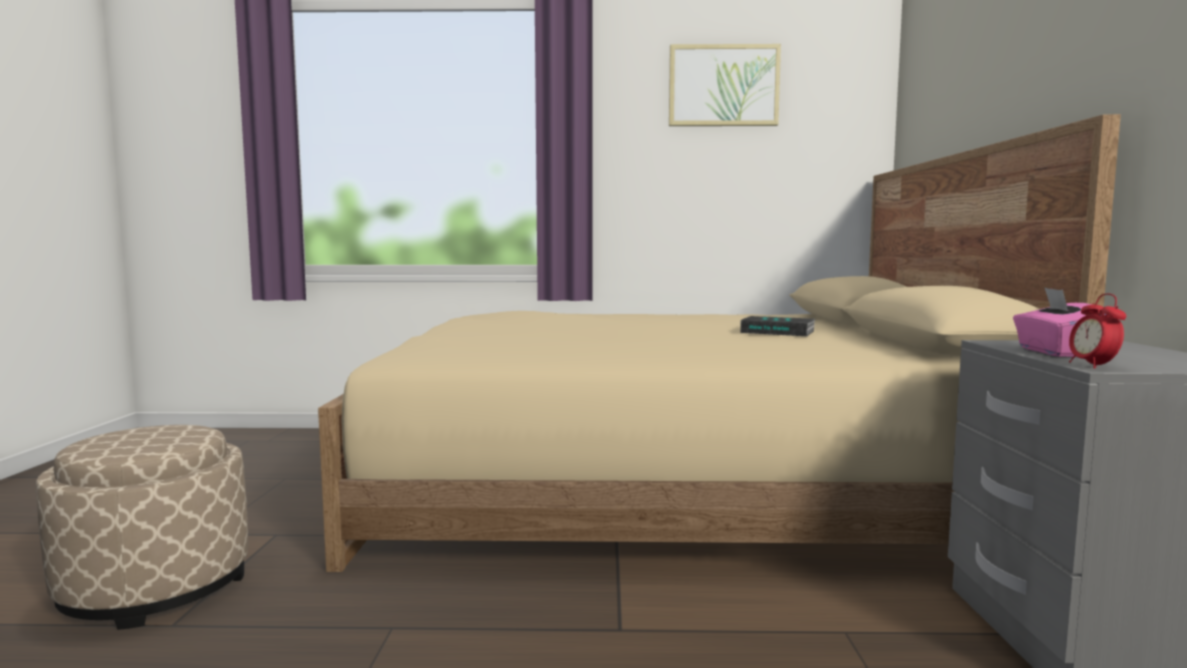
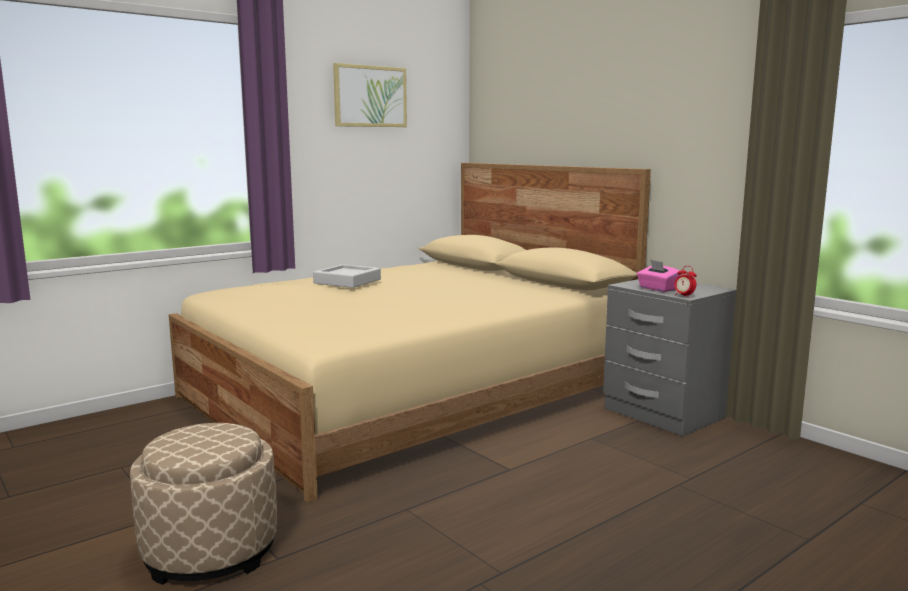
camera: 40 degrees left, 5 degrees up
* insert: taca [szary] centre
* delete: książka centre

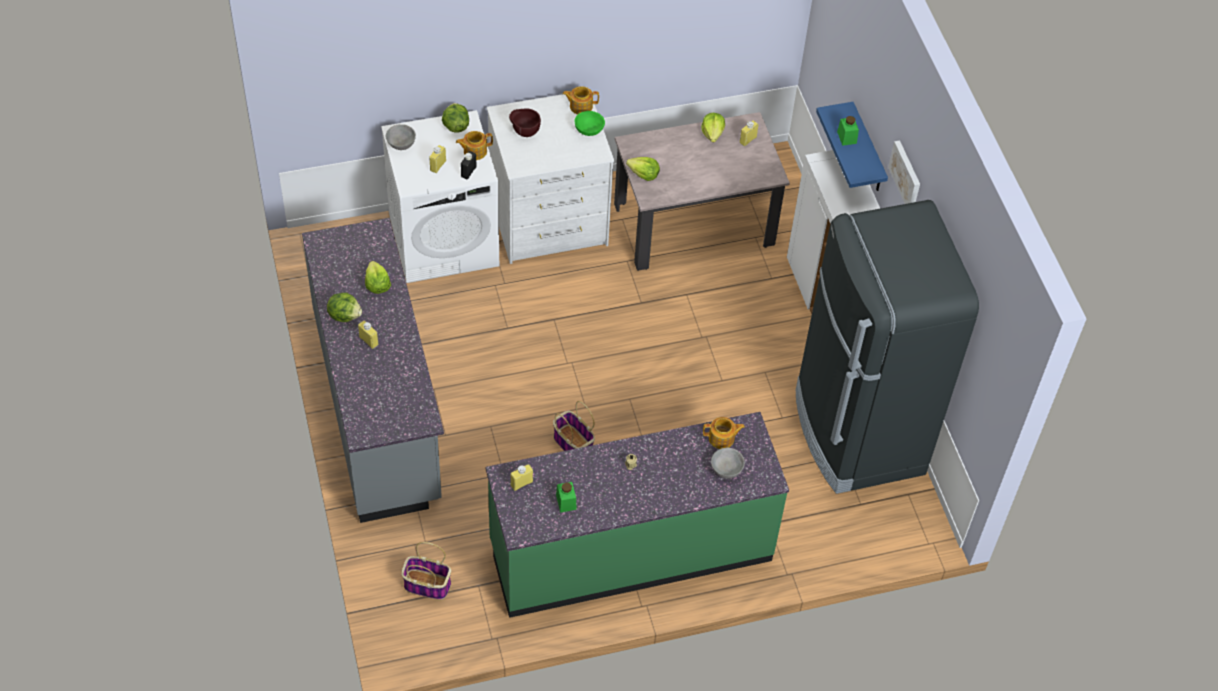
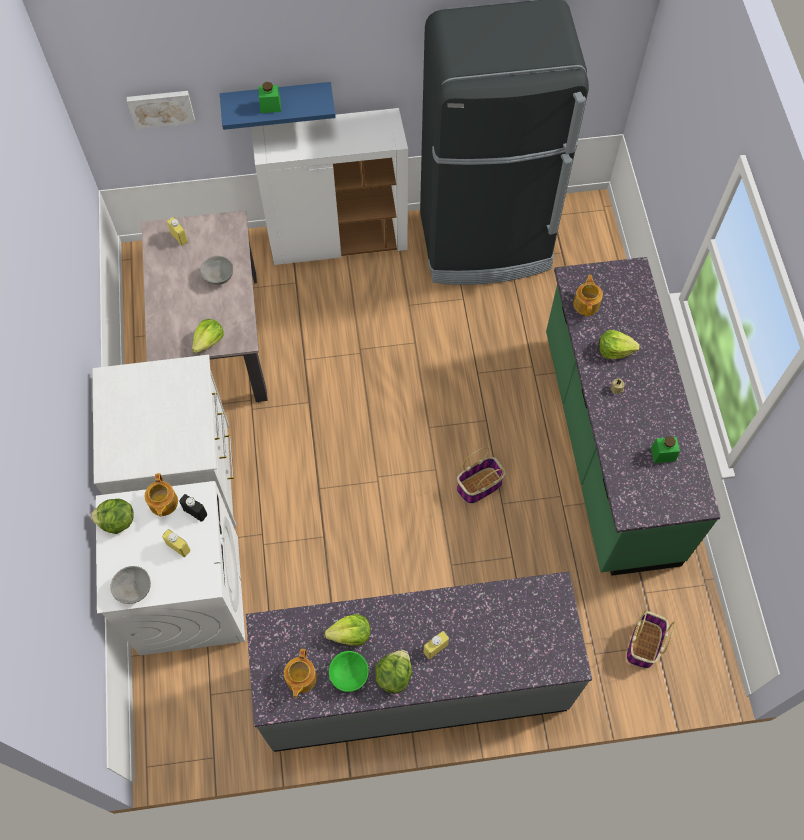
camera: 80 degrees left, 10 degrees up
* move: obraz top right to top left
* move: miska [szary] (2nd from left) bottom centre to top left
* move: imbryk (2nd from left) top centre to bottom centre
* move: miska [zielony] top centre to bottom centre
* move: sałata (5th from left) top centre to middle right
* delete: miska [brązowy] top centre
* delete: butelka [żółty] (3rd from left) bottom centre

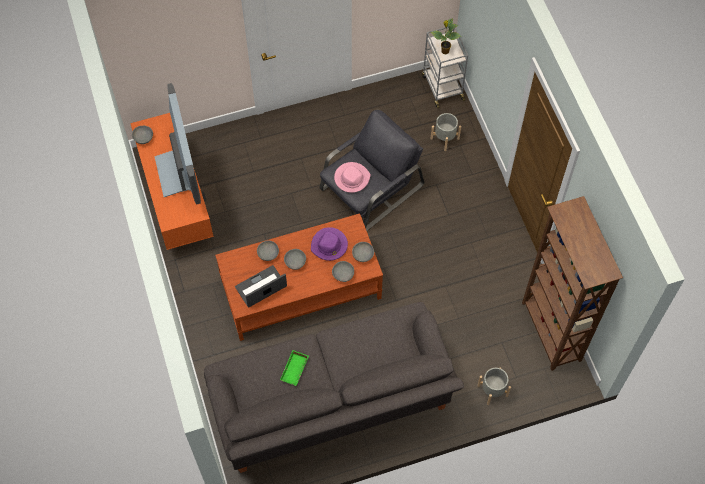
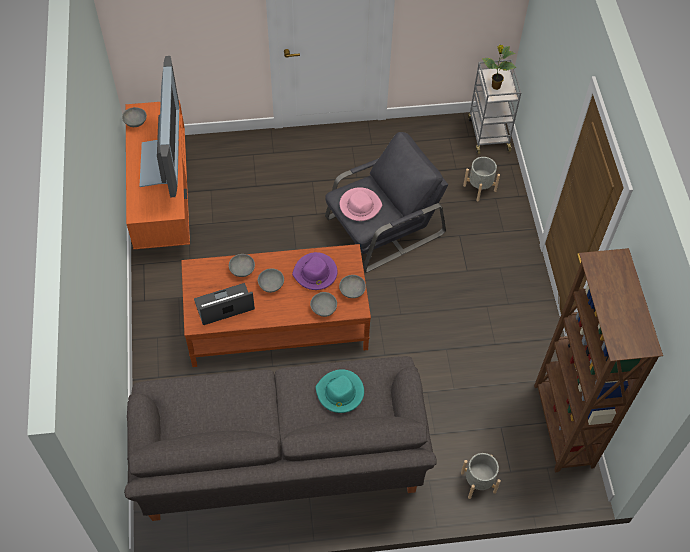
camera: 10 degrees right, 5 degrees down
* insert: kapelusz [turkusowy] bottom centre
* delete: taca [zielony] bottom centre

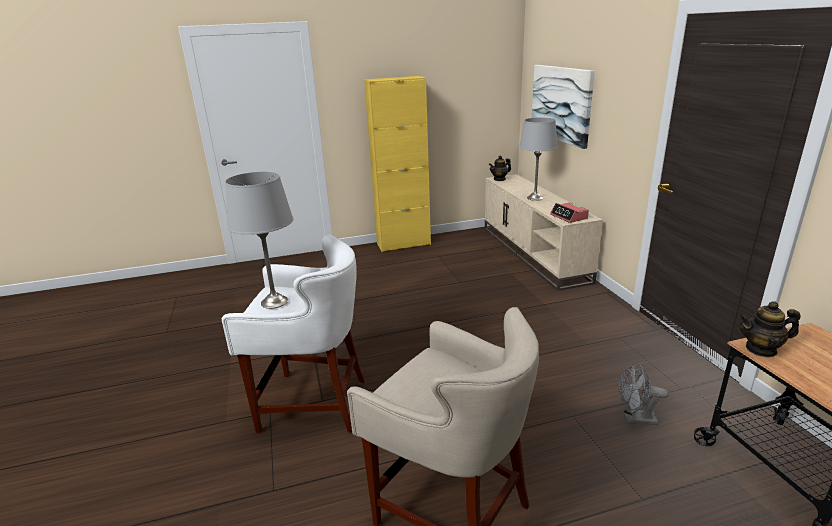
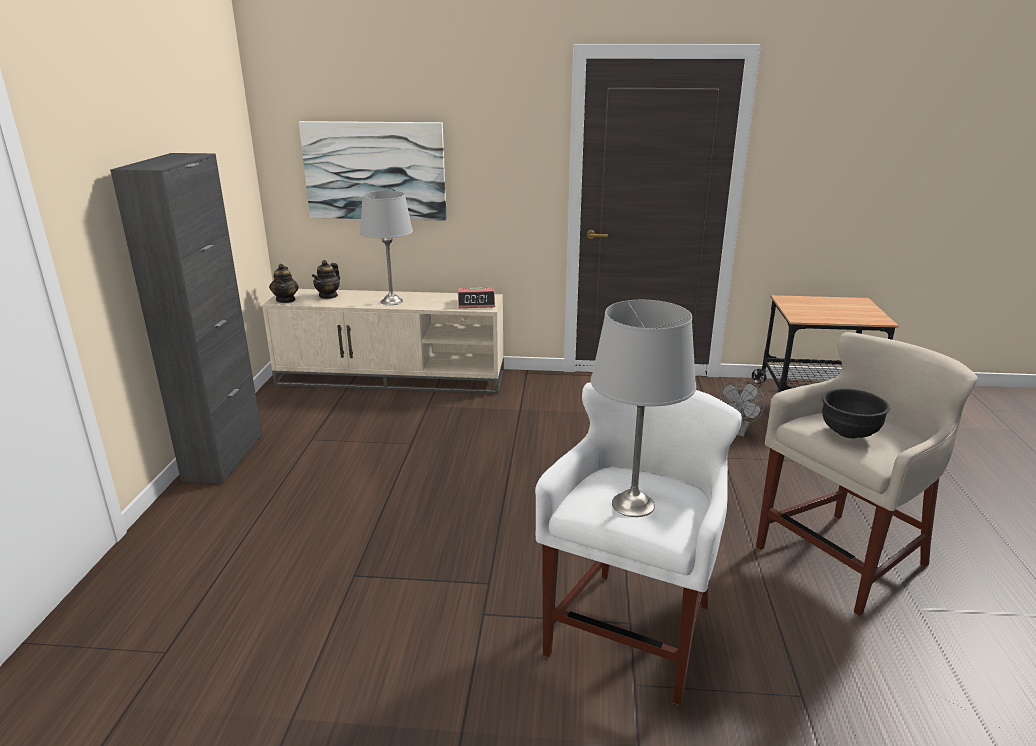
camera: 70 degrees left, 0 degrees up
* recolor: szafka [żółty] top centre to szafka [czarny] middle left
* move: imbryk (2nd from left) middle right to middle left
* insert: miska [czarny] middle right

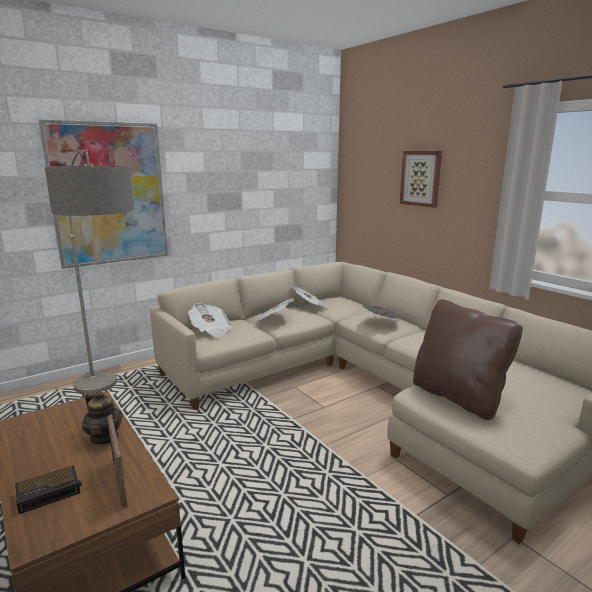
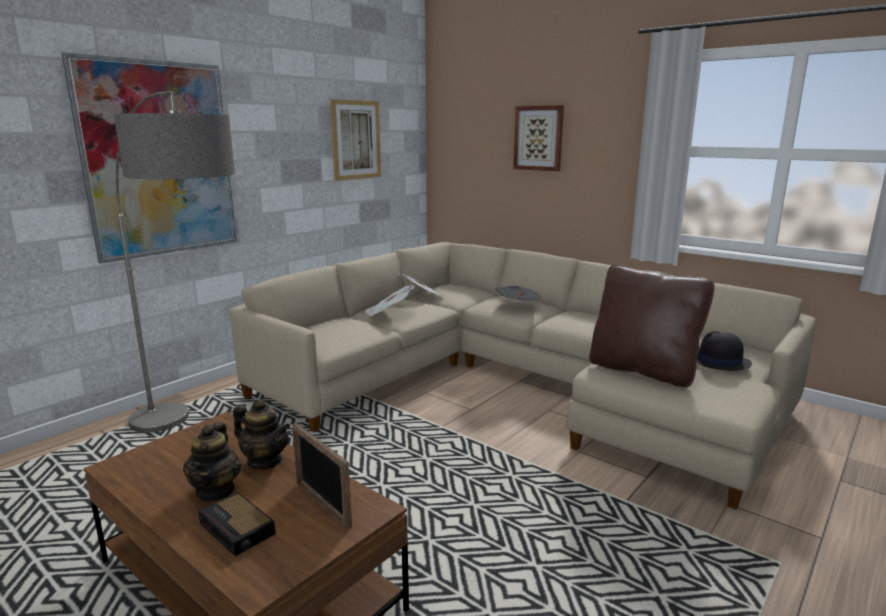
camera: 15 degrees left, 0 degrees up
* insert: imbryk (1st from left) bottom left
* rotate: budzik bottom left = bottom left 90 degrees clockwise
* insert: obraz (2nd from left) top centre
* insert: kapelusz [czarny] middle right
* delete: gazeta (1st from left) centre

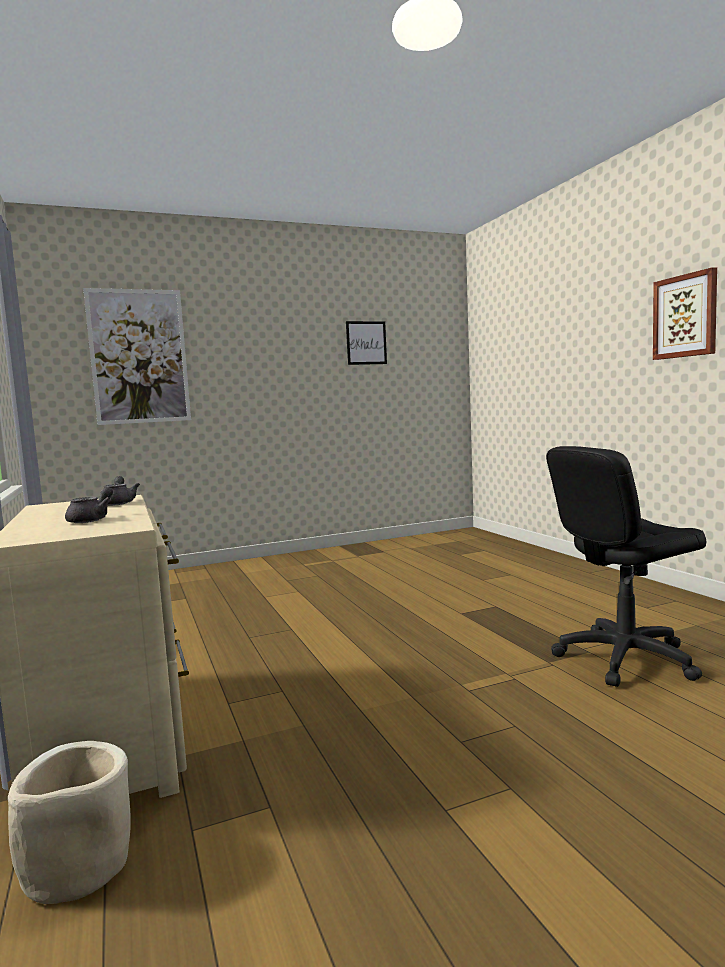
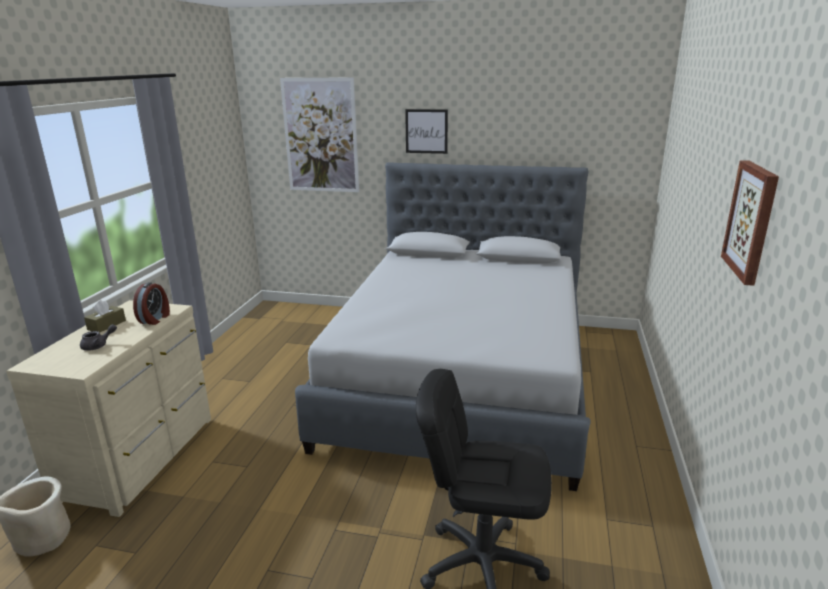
camera: 35 degrees right, 15 degrees up
* insert: pudełko chusteczek [brązowy] middle left
* replace: imbryk [szary] (2nd from left) middle left to budzik middle left
* insert: łóżko [szary] centre
* move: obraz (2nd from left) centre to top centre

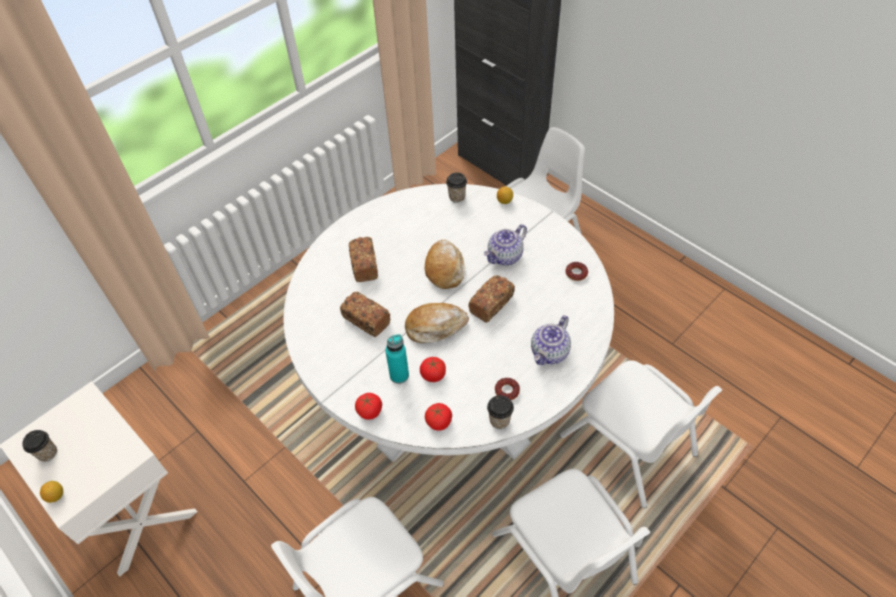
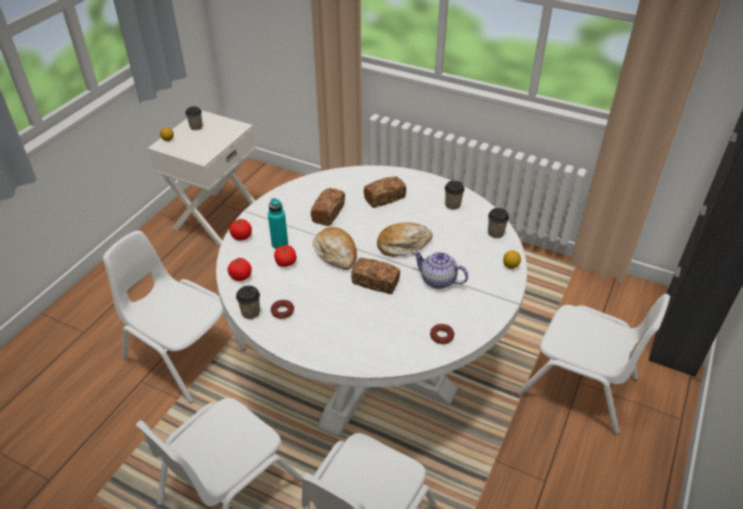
camera: 70 degrees right, 10 degrees down
* insert: filiżanka (3rd from left) centre
* delete: imbryk (2nd from left) centre

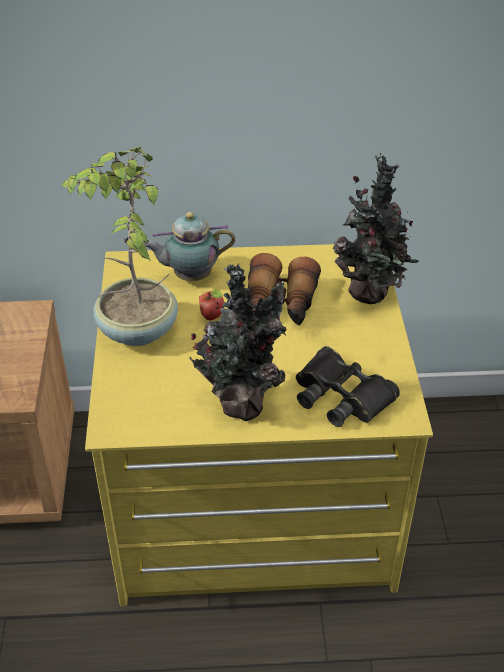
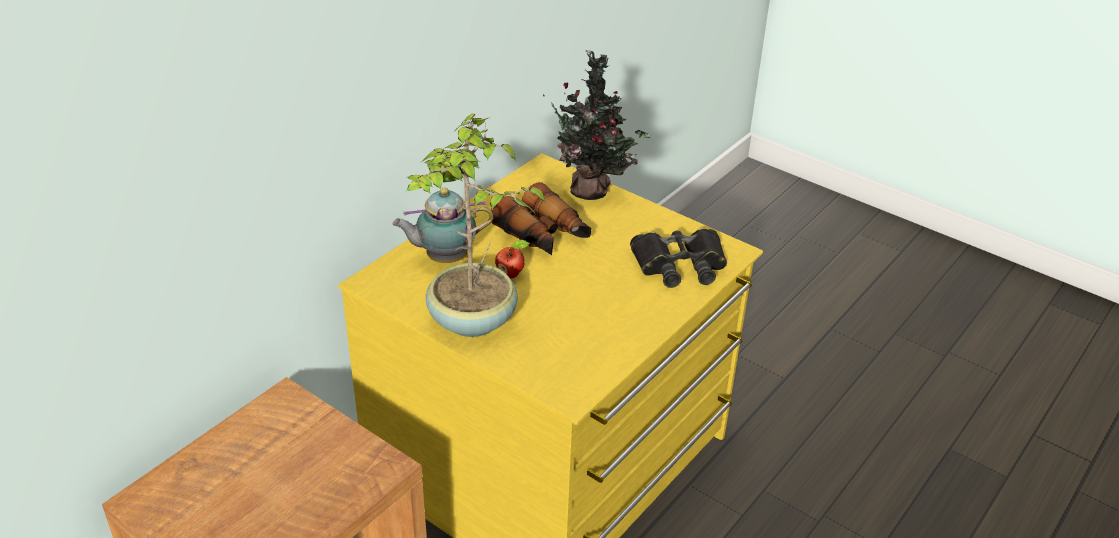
camera: 50 degrees left, 5 degrees down
* rotate: imbryk centre = centre 45 degrees clockwise
* delete: roślina doniczkowa (2nd from left) centre

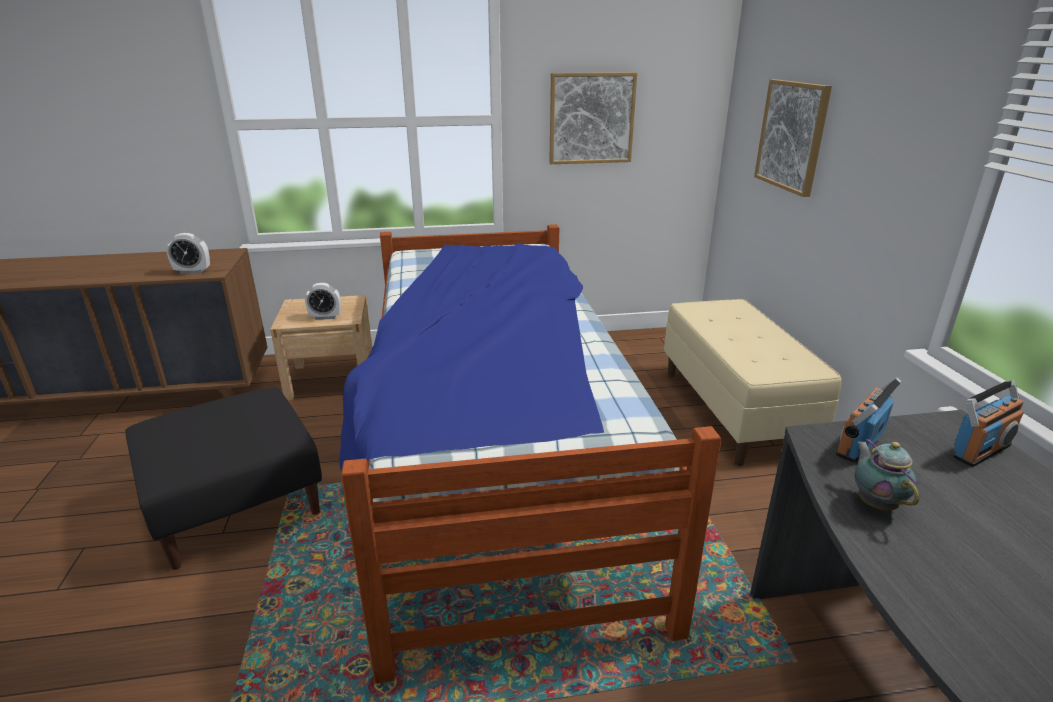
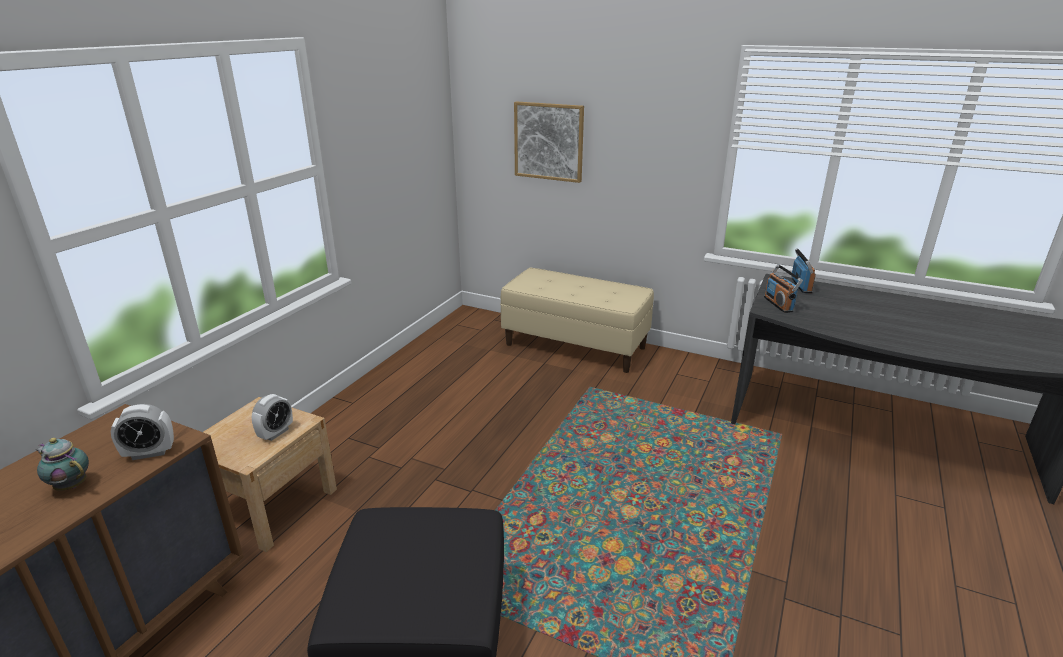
camera: 55 degrees left, 0 degrees up
* move: imbryk bottom right to bottom left
* rotate: budzik (1st from left) middle left = middle left 45 degrees clockwise
* delete: łóżko centre
* delete: obraz (1st from left) top centre

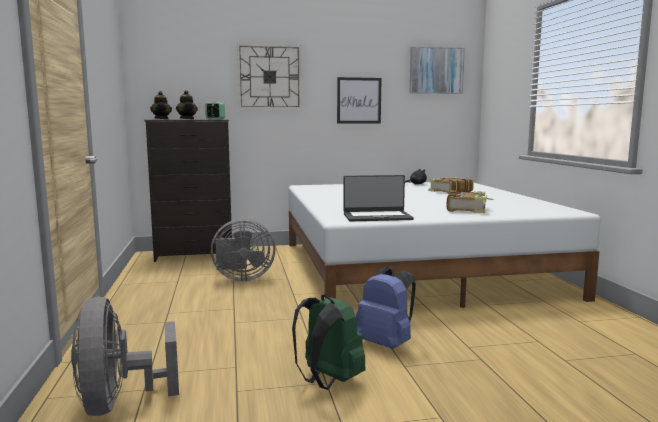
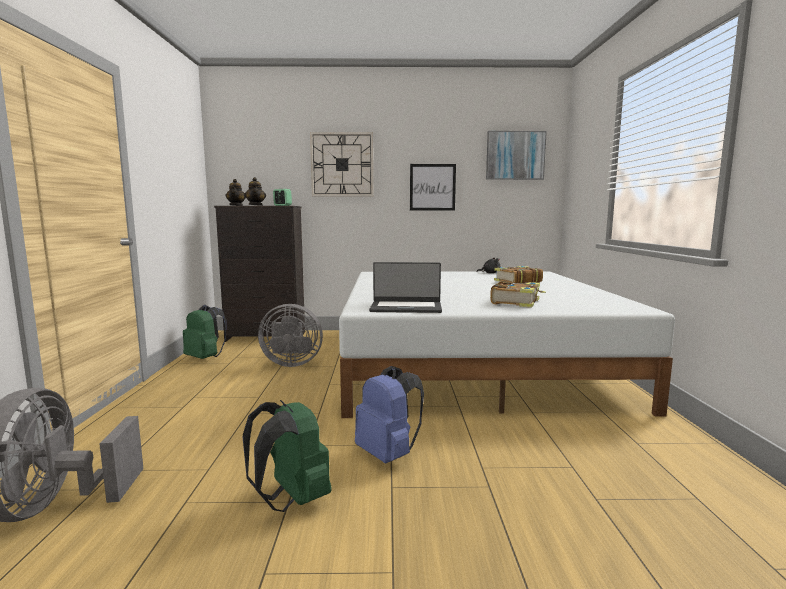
camera: 10 degrees right, 0 degrees up
* insert: plecak [zielony] (1st from left) middle left

